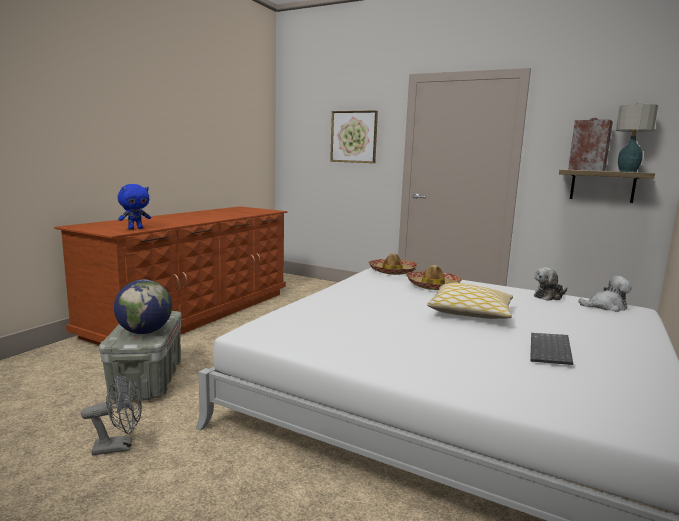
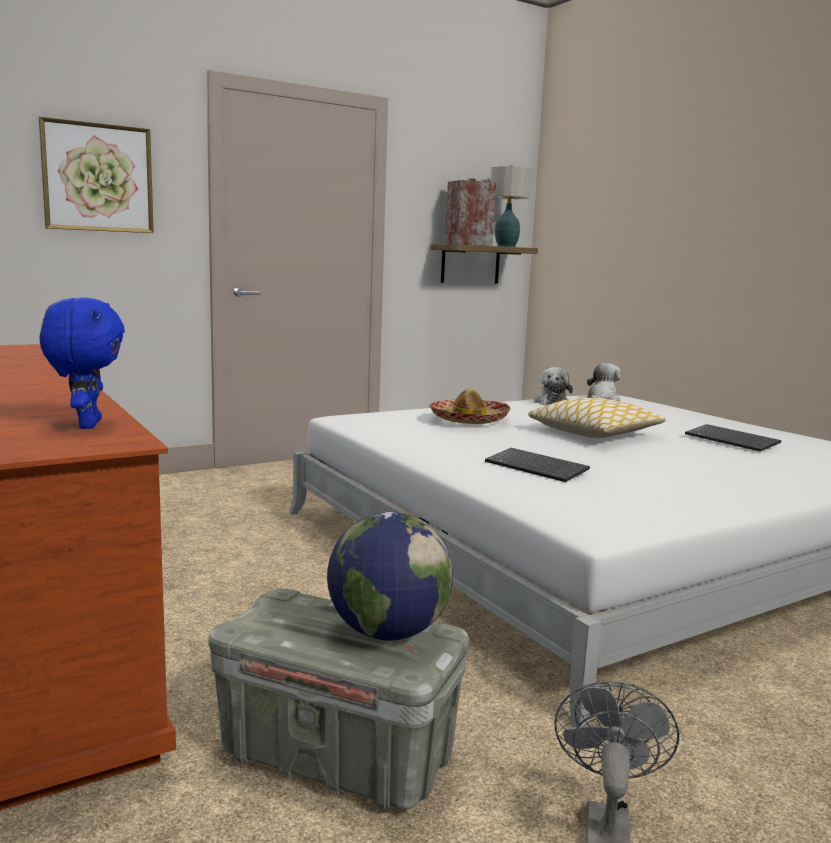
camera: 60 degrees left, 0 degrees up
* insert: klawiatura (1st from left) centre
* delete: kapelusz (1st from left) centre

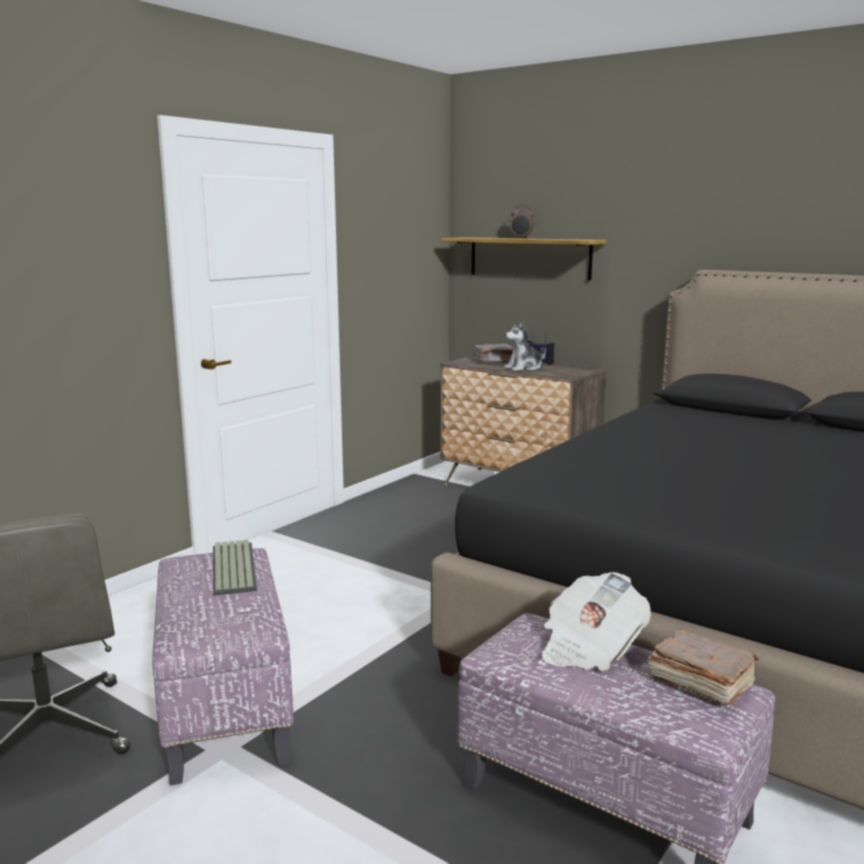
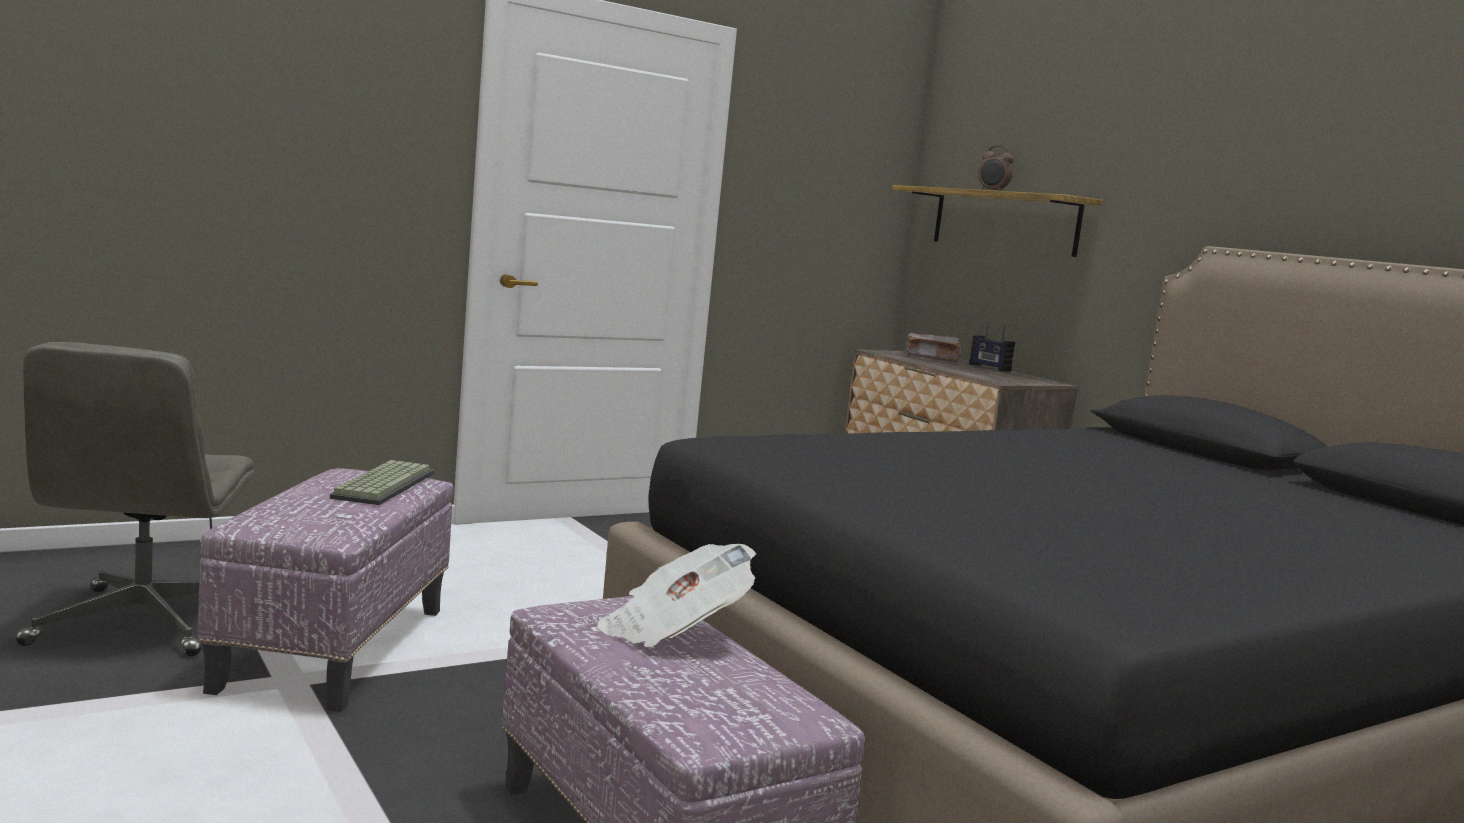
camera: 20 degrees right, 5 degrees down
* delete: pluszak centre
* delete: książka [brązowy] bottom right

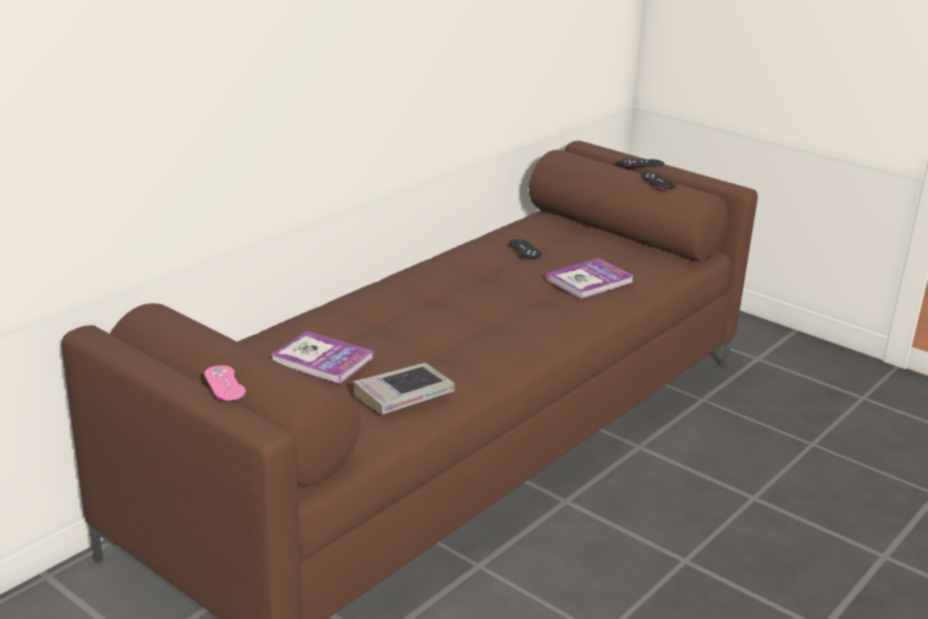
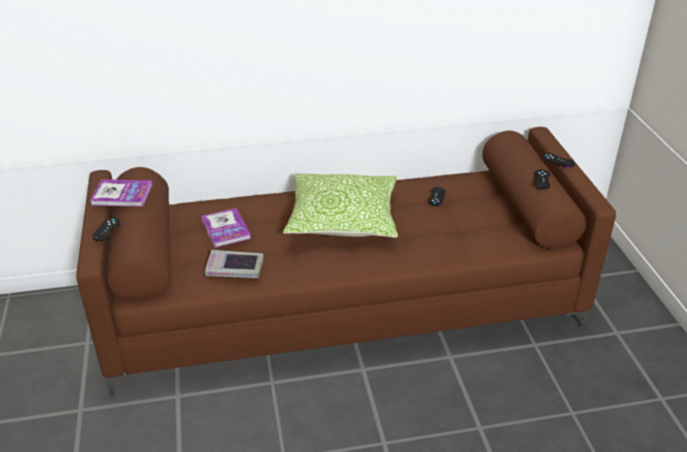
camera: 40 degrees right, 10 degrees up
* move: książka (3rd from left in the first image) centre to książka (1st from left) middle left
* recolor: pad do gier [różowy] middle left to pad do gier [czarny] (1st from left) middle left
* insert: poduszka centre

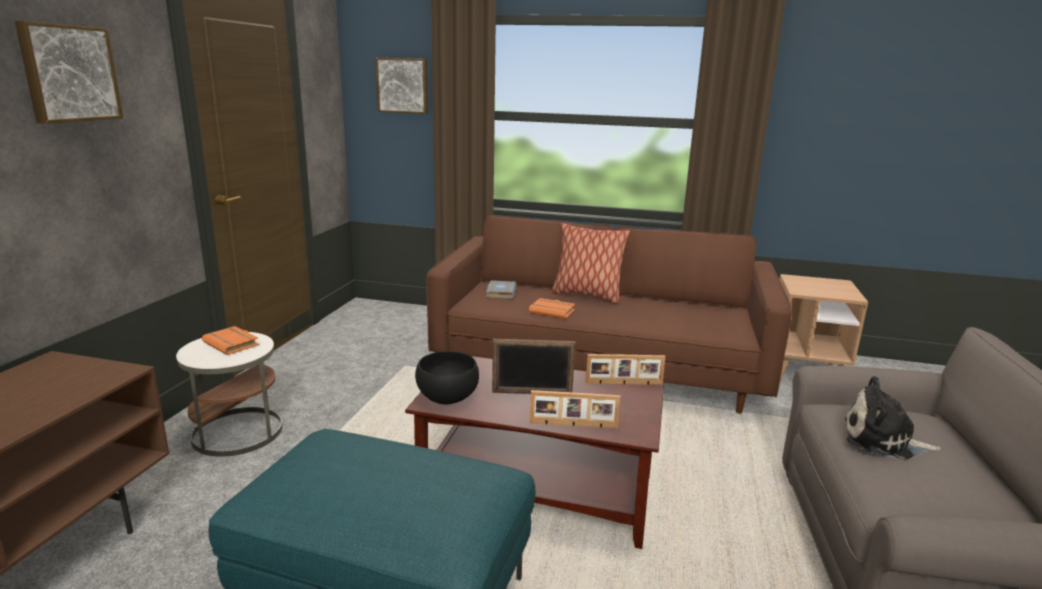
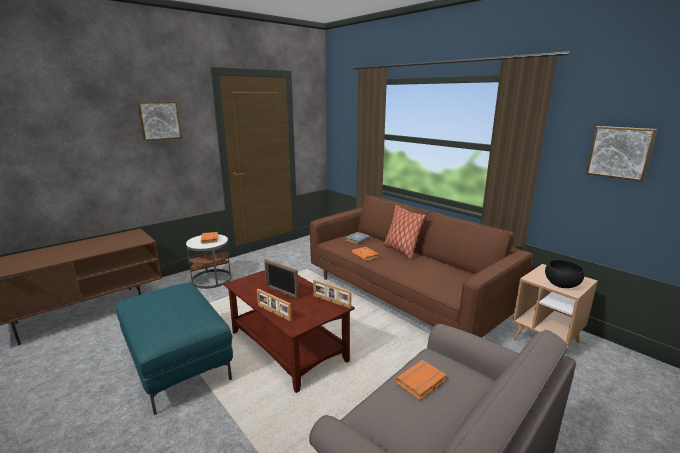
camera: 35 degrees right, 0 degrees up
* replace: pluszak bottom right to książka [pomarańczowy] (3rd from left) bottom centre
* move: miska [czarny] centre to middle right
* move: obraz (2nd from left) top centre to middle right

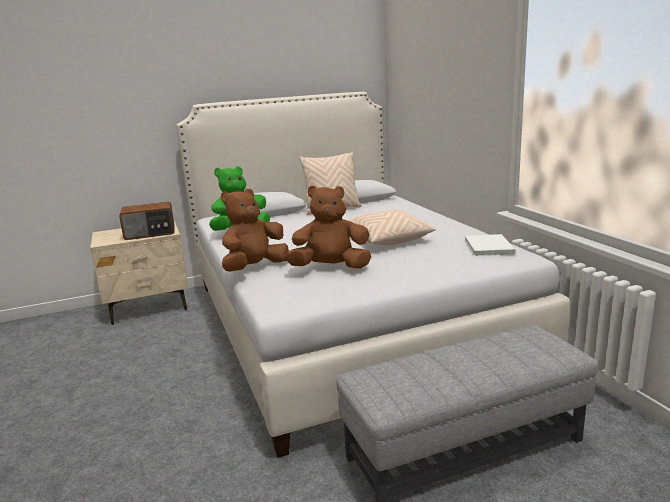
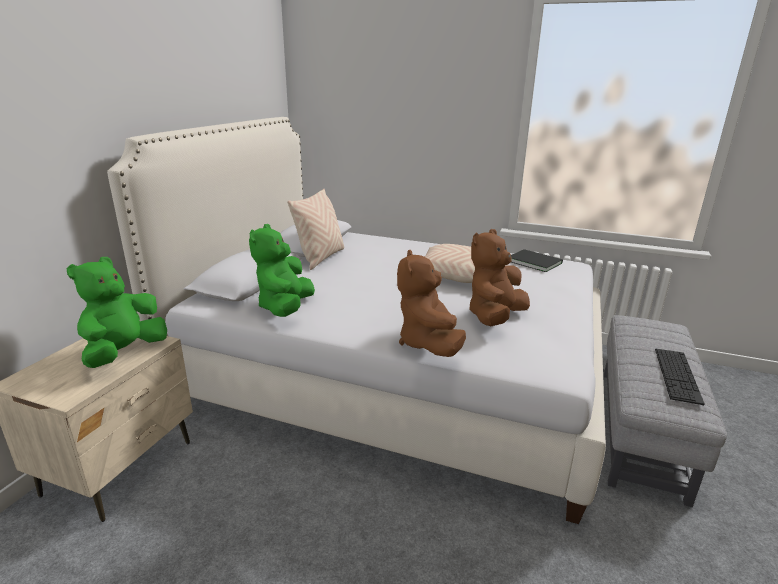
camera: 50 degrees left, 5 degrees up
* replace: radio middle left to pluszak [zielony] (1st from left) middle left
* recolor: książka [biały] middle right to książka [czarny] middle right
* insert: klawiatura middle right

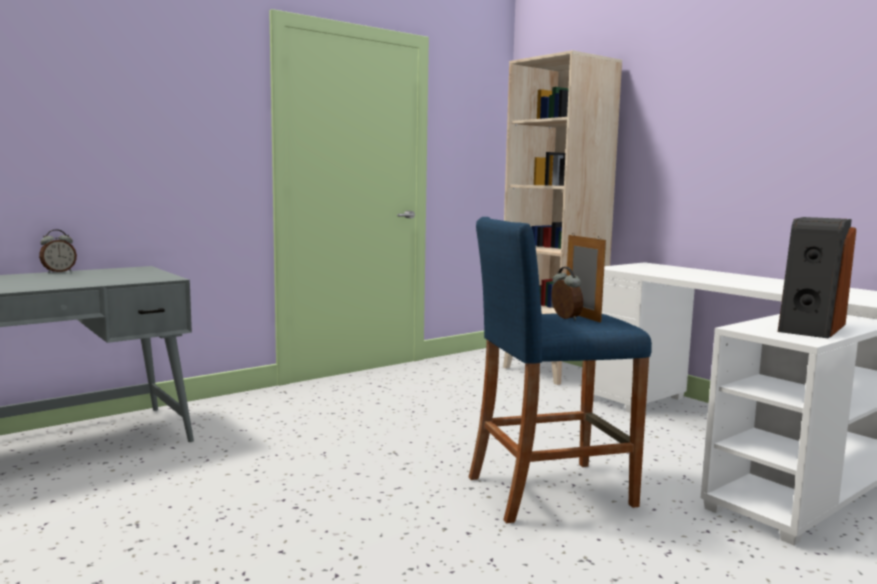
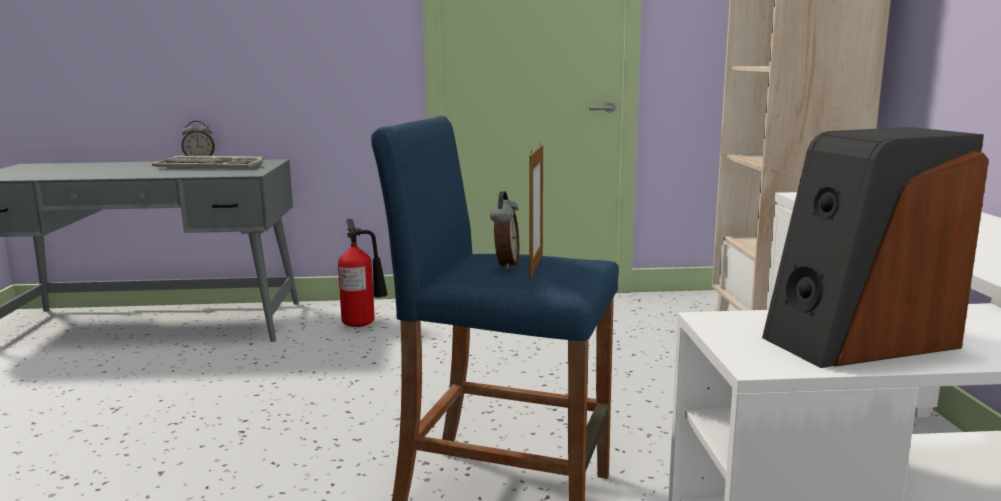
camera: 35 degrees right, 5 degrees up
* insert: klawiatura top left
* insert: gaśnica centre

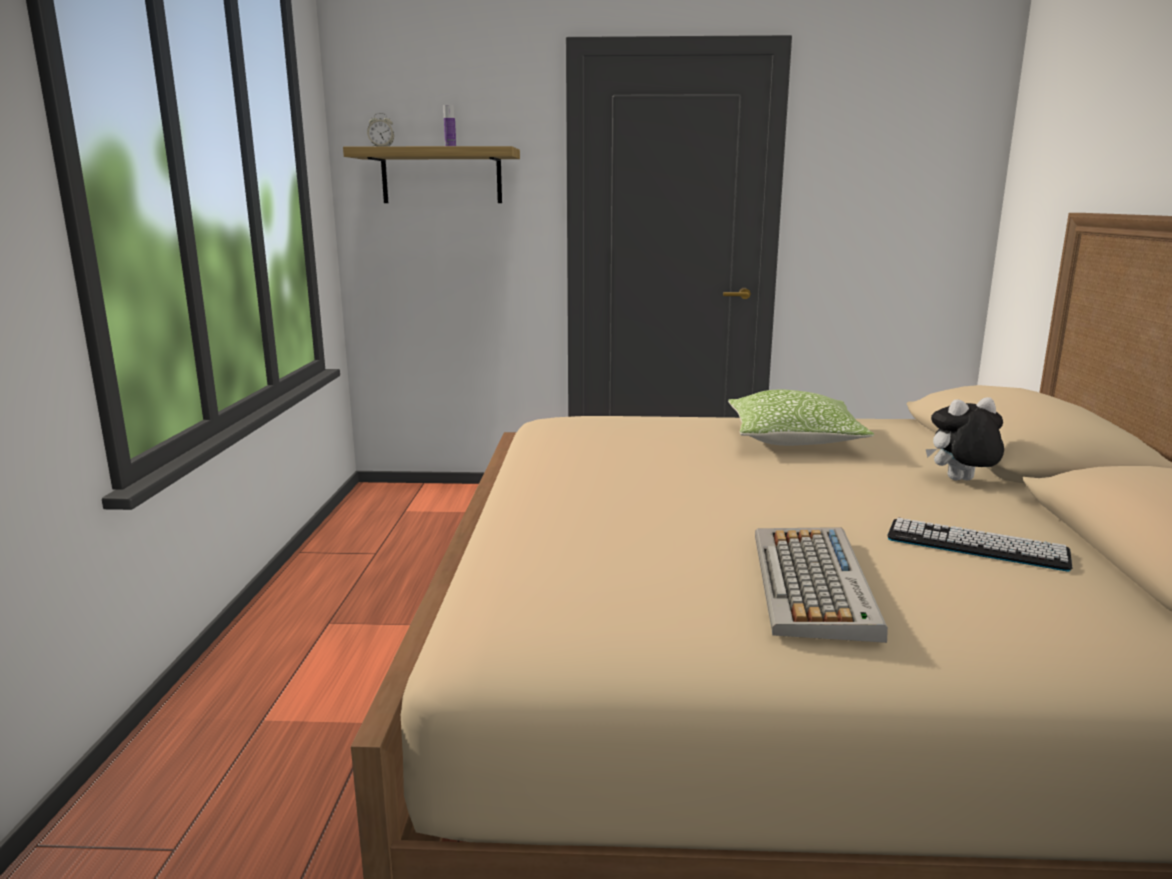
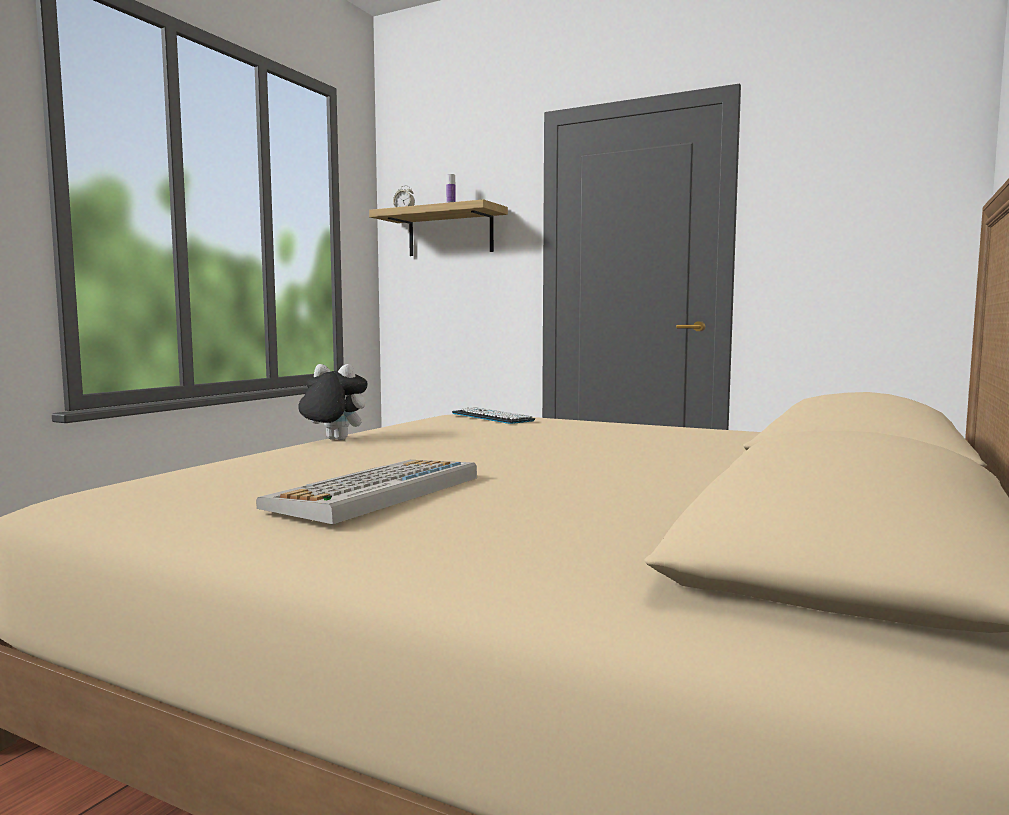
camera: 25 degrees right, 10 degrees down
* move: pluszak middle right to middle left
* move: klawiatura (2nd from left) middle right to centre
* delete: poduszka middle right

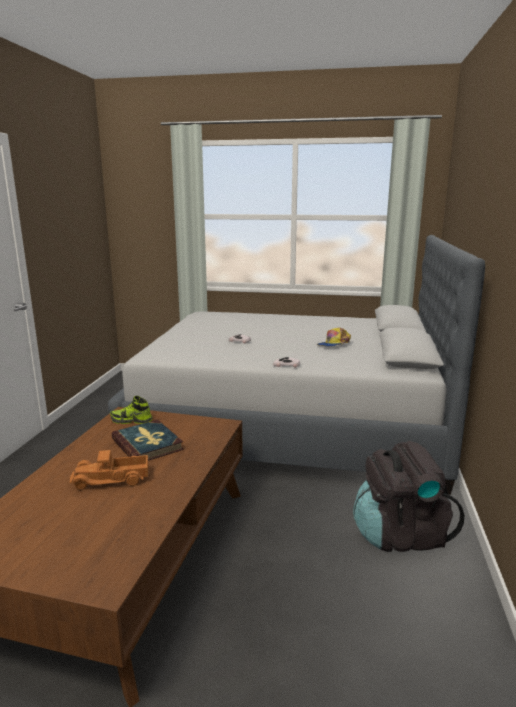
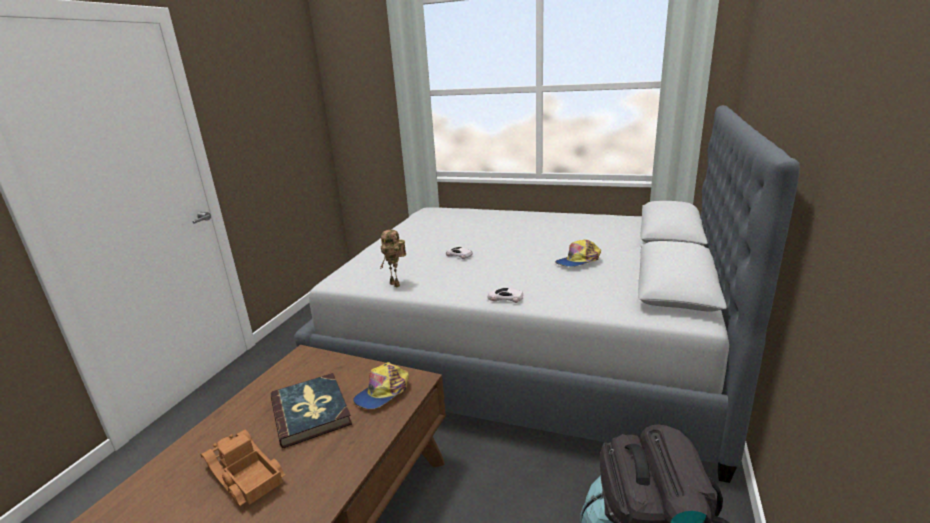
camera: 10 degrees right, 5 degrees up
* rotate: ciężarówka zabawkowa middle left = bottom left 45 degrees clockwise
* insert: czapka z daszkiem (1st from left) bottom centre
* insert: robot zabawkowy centre
* delete: but middle left

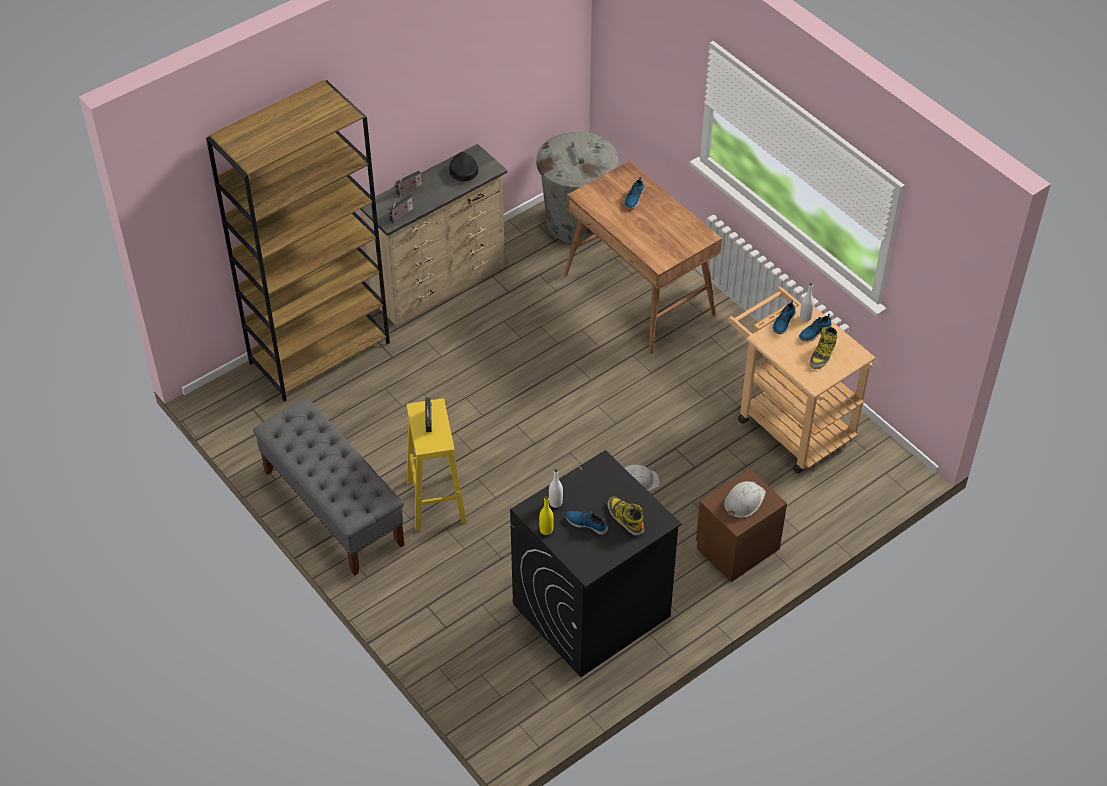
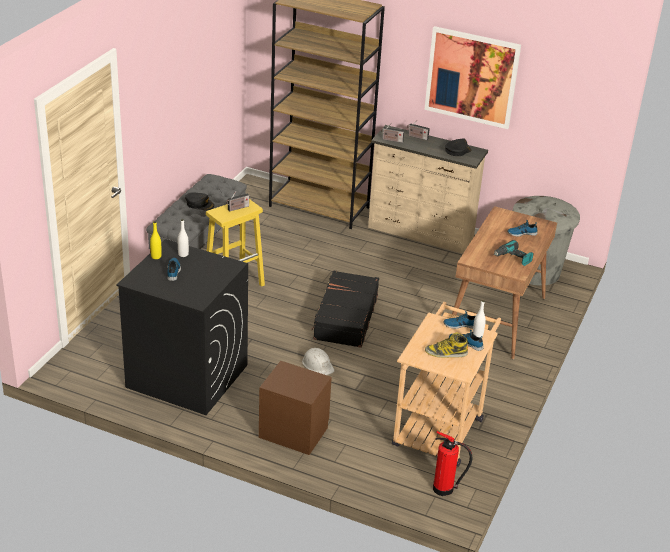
camera: 60 degrees right, 15 degrees down
* insert: czapka z daszkiem [czarny] (1st from left) middle left
* insert: walizka [czarny] centre
* insert: obraz top right
* insert: gaśnica bottom right
* insert: wiertarka middle right
* delete: but z cholewką (1st from left) centre
* delete: kask [biały] (2nd from left) middle right

